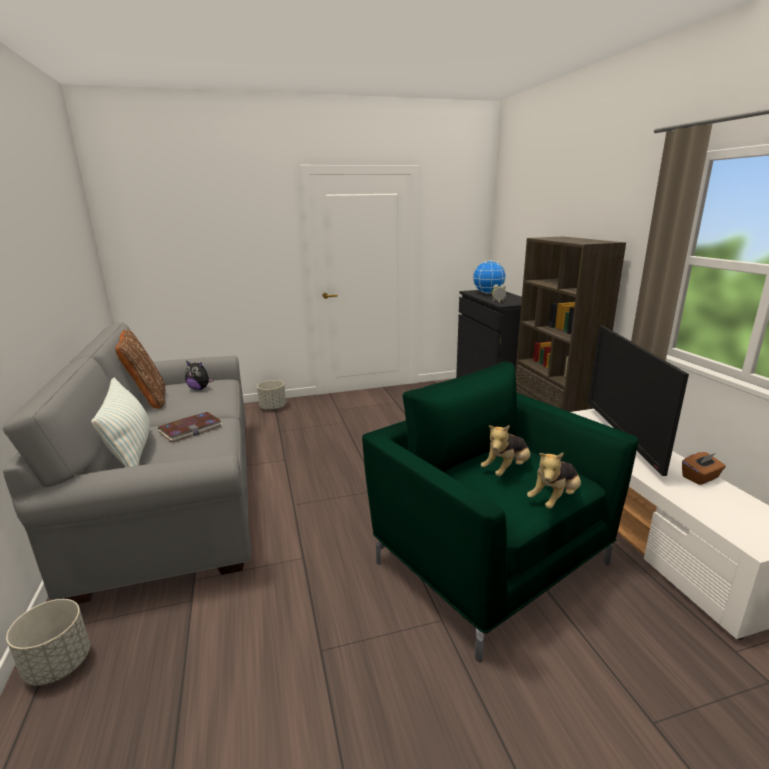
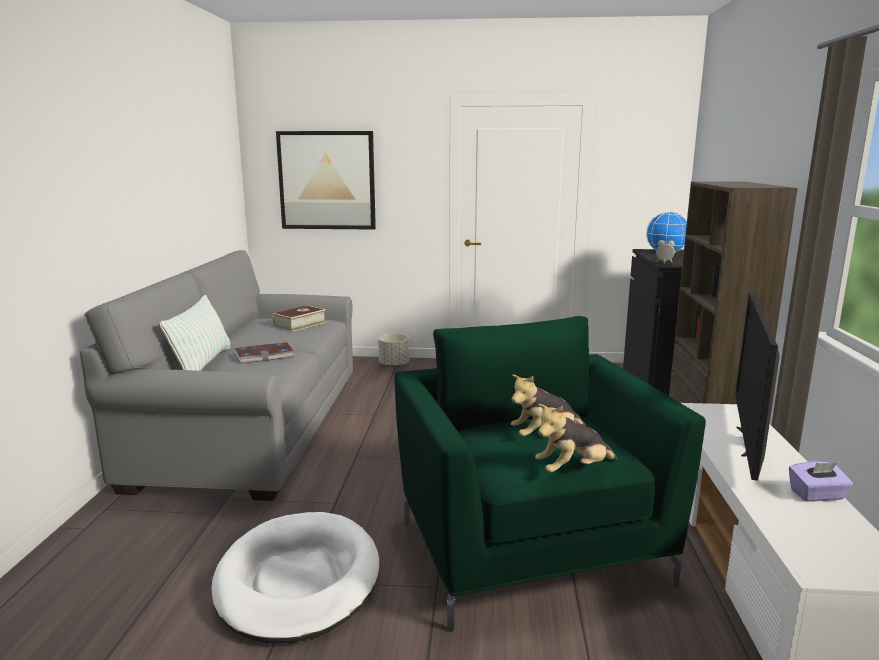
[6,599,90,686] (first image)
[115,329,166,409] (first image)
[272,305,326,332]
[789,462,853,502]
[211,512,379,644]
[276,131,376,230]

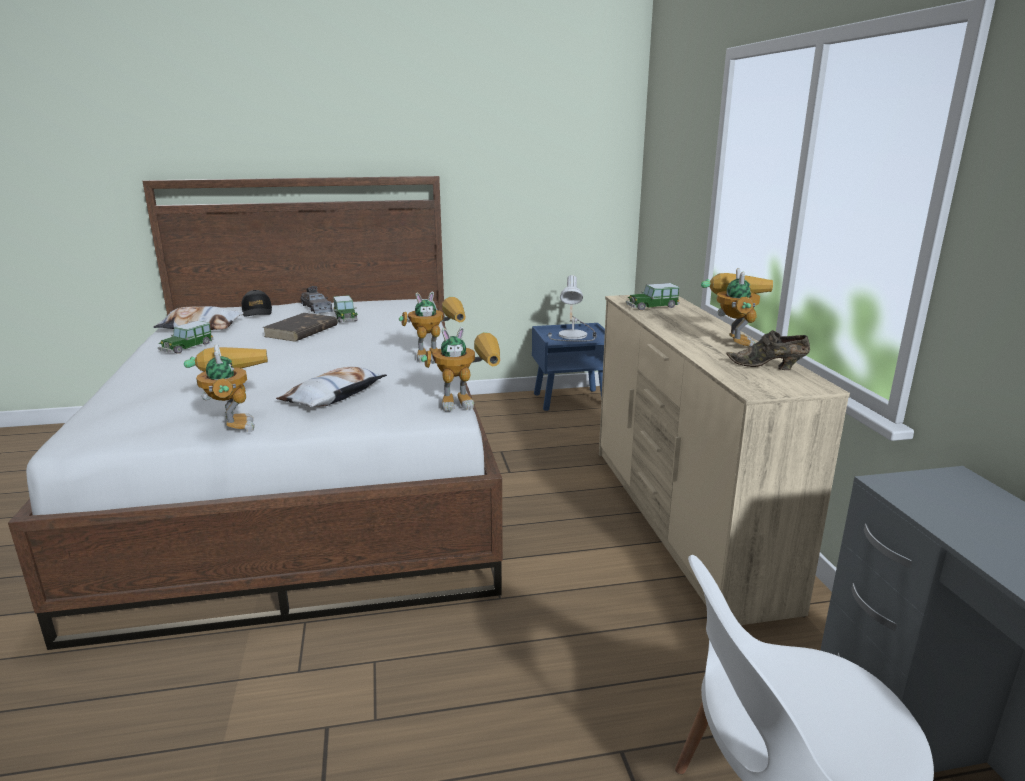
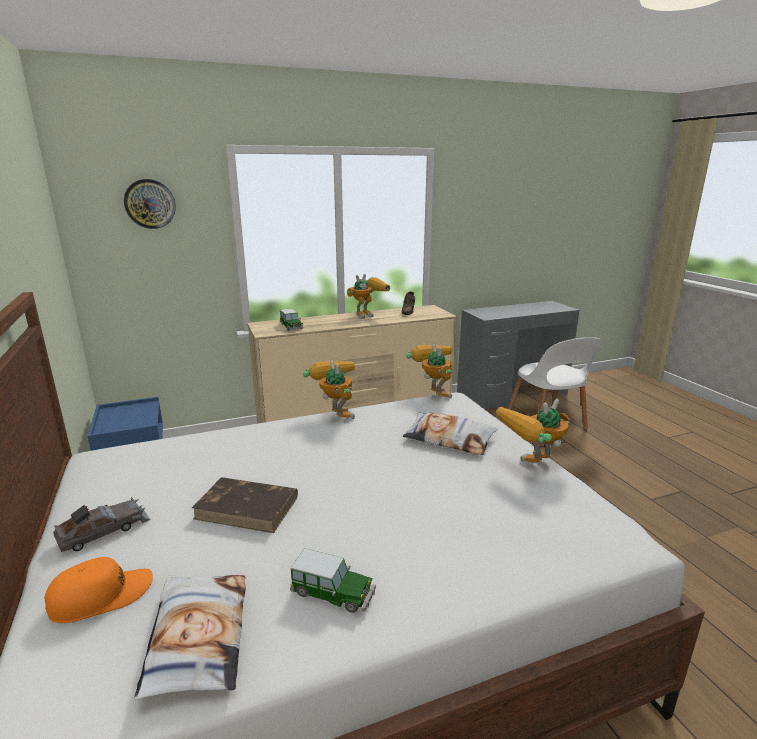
[45,557,153,623]
[333,295,358,323] (first image)
[548,275,597,342] (first image)
[347,274,390,319]
[124,179,176,229]

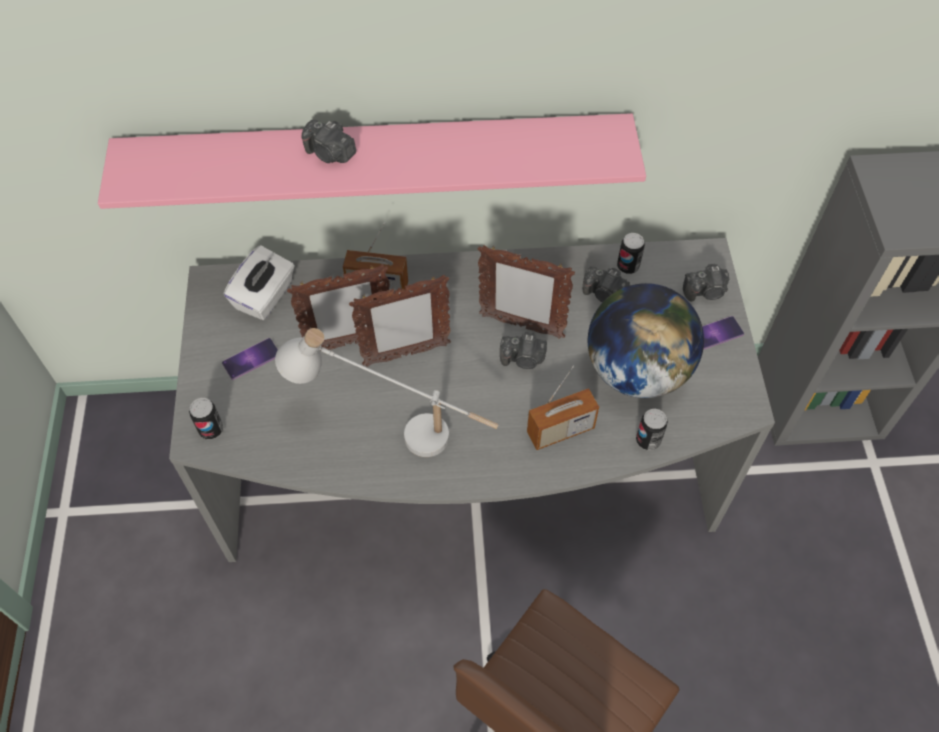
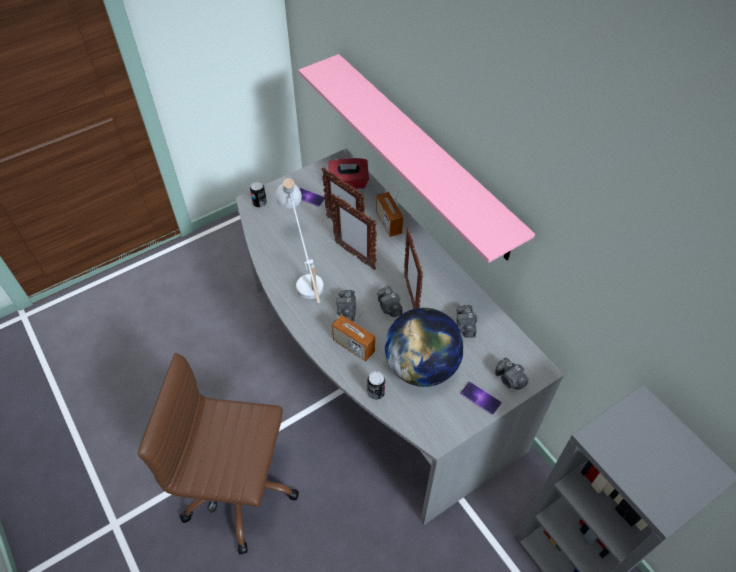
[328,158,369,189]
[336,290,356,322]
[617,233,645,274] (first image)

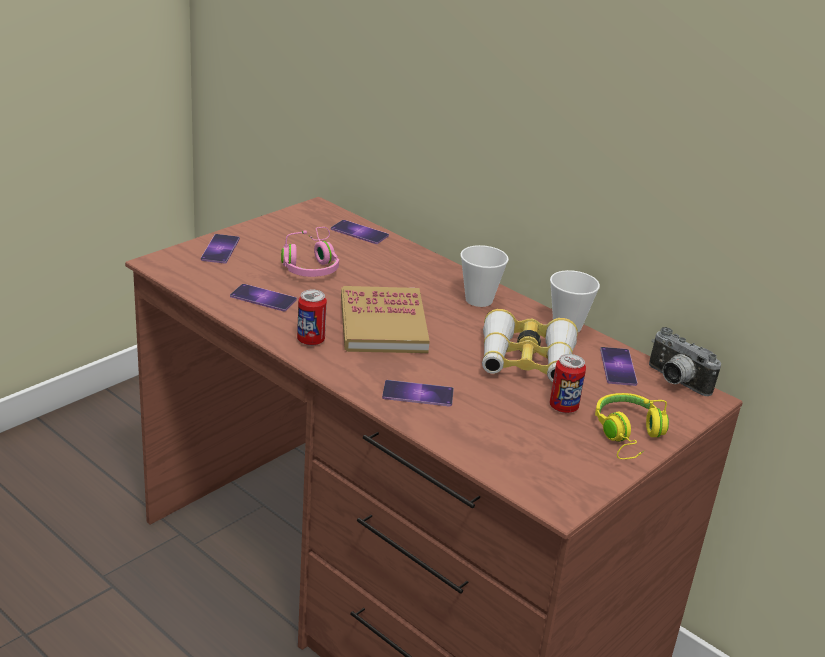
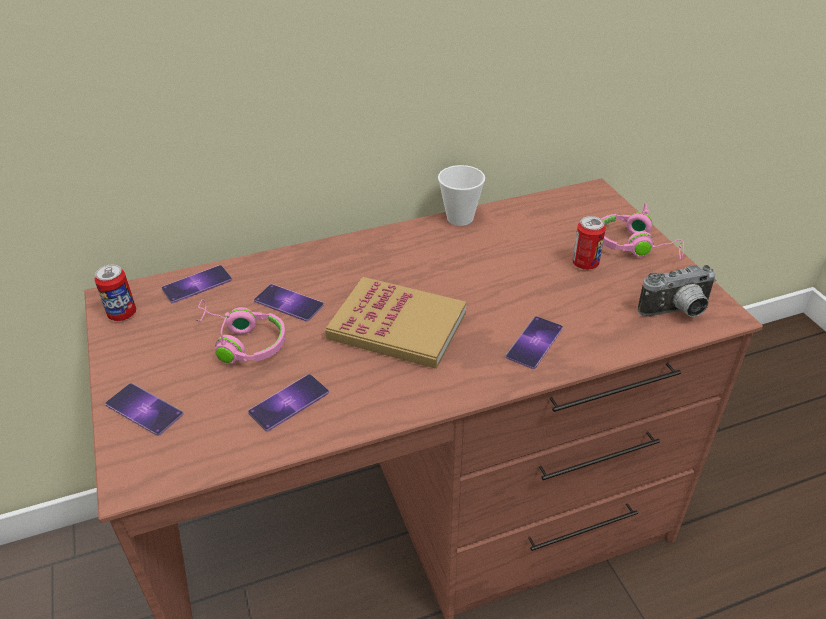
[94,265,136,321]
[460,245,509,307] (first image)
[482,309,578,382] (first image)
[601,203,684,260]
[254,284,324,322]
[638,265,716,317]

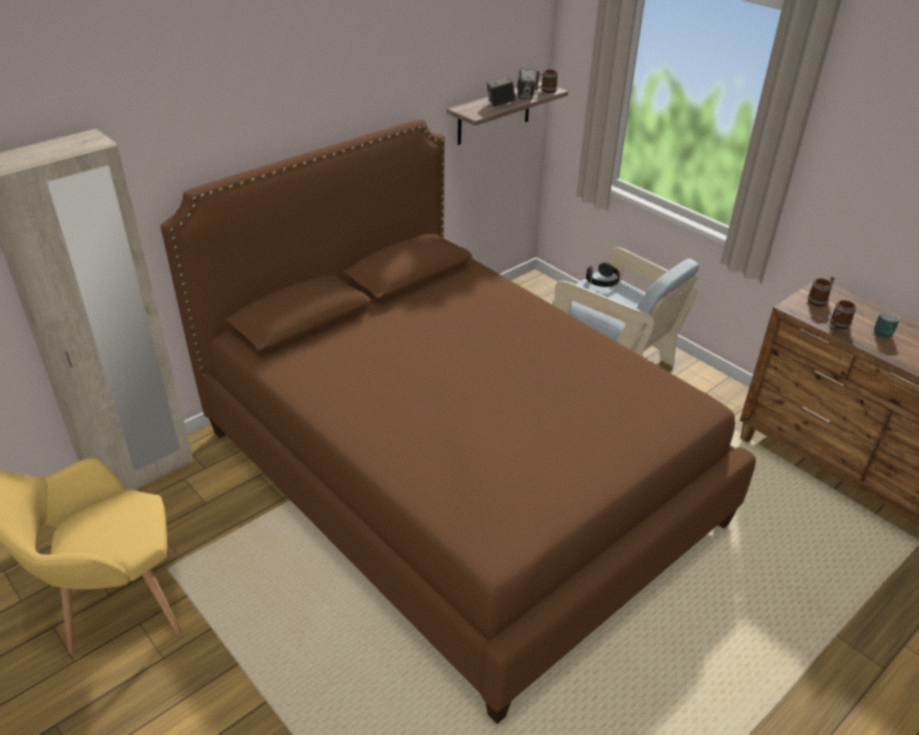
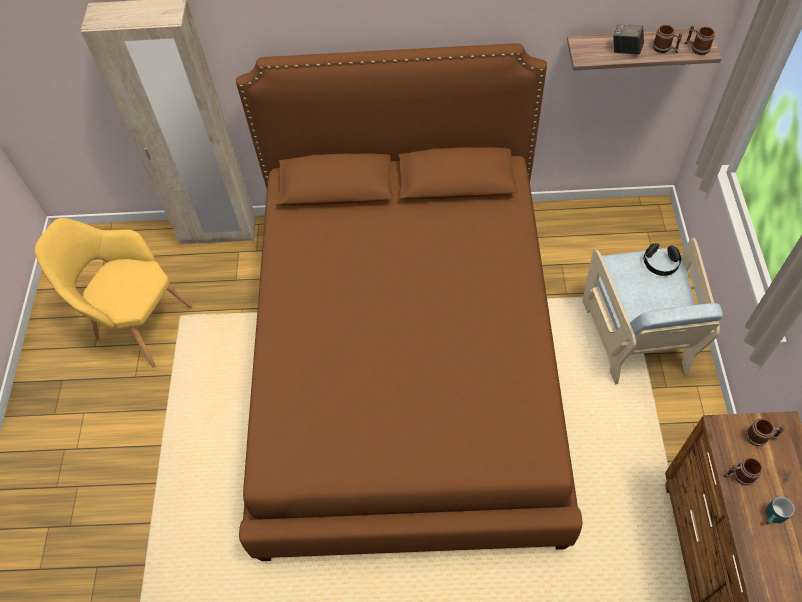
[653,25,682,53]

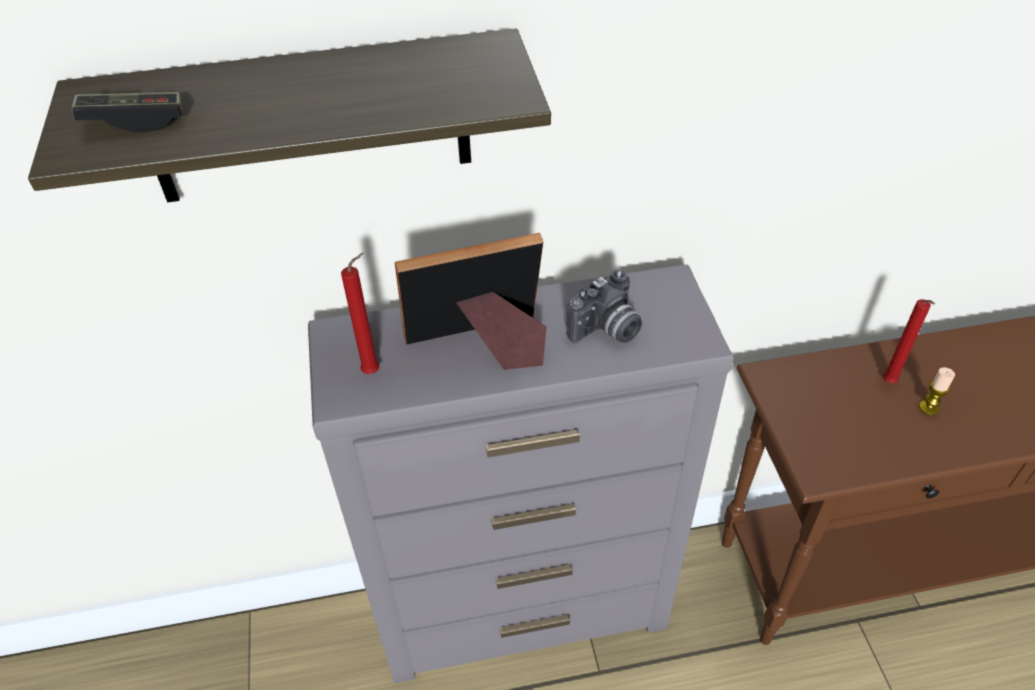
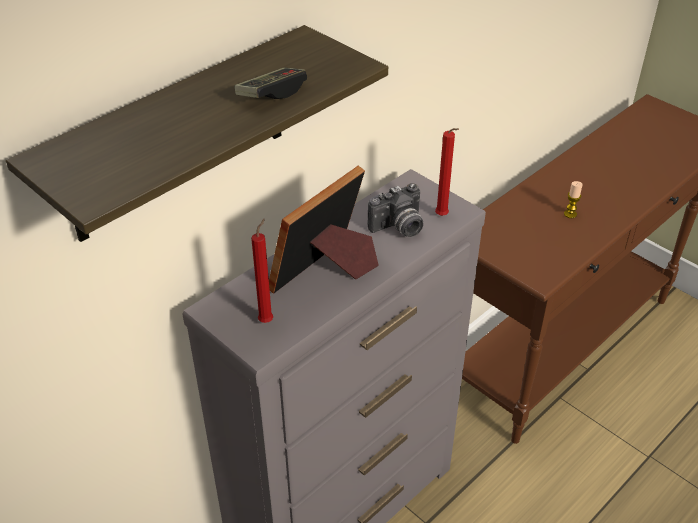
[234,68,307,99]
[368,183,423,237]
[435,128,459,216]

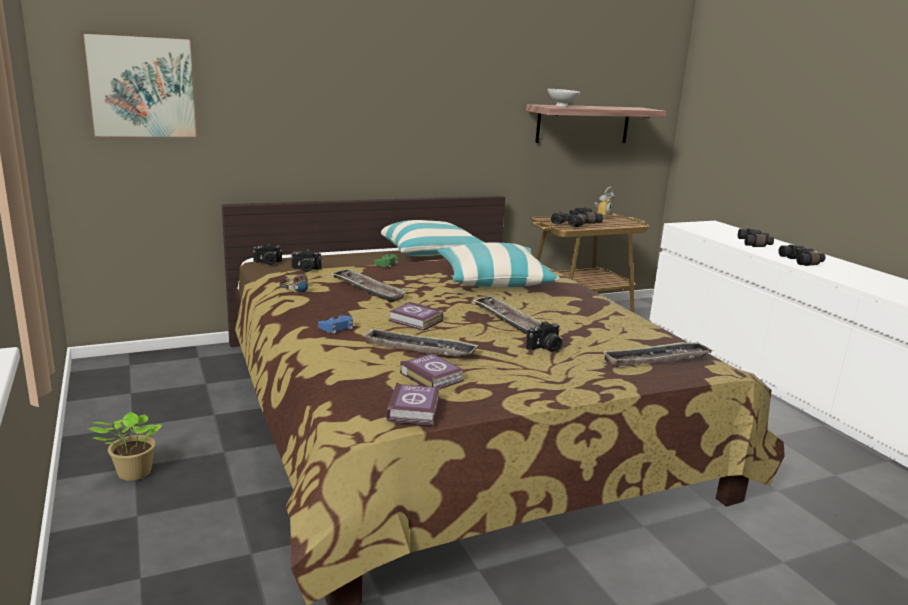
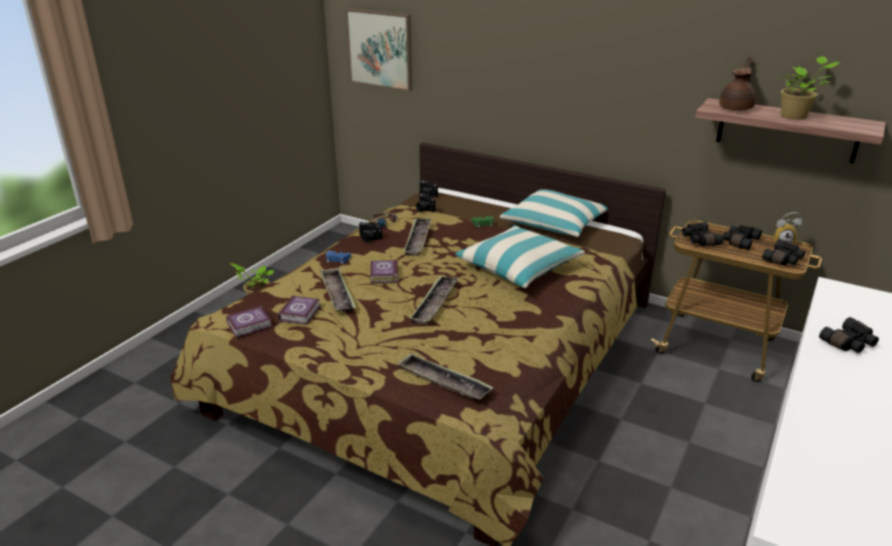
[358,221,382,242]
[719,57,756,111]
[762,239,805,265]
[781,56,840,120]

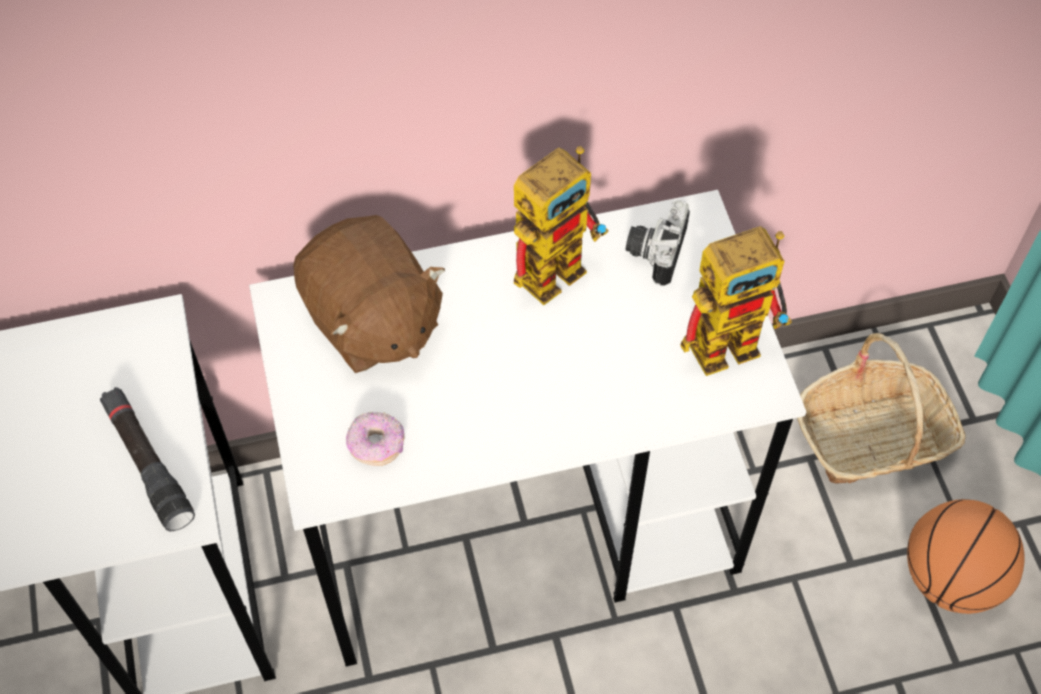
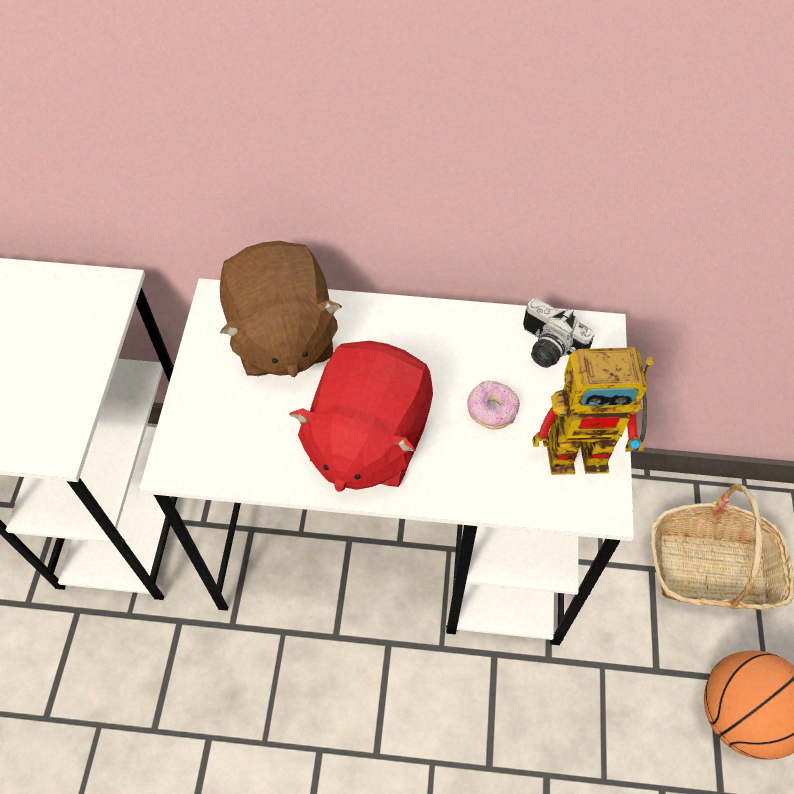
[100,387,195,531] (first image)
[467,380,520,429]
[514,146,609,305] (first image)
[523,298,595,368]
[290,341,433,492]

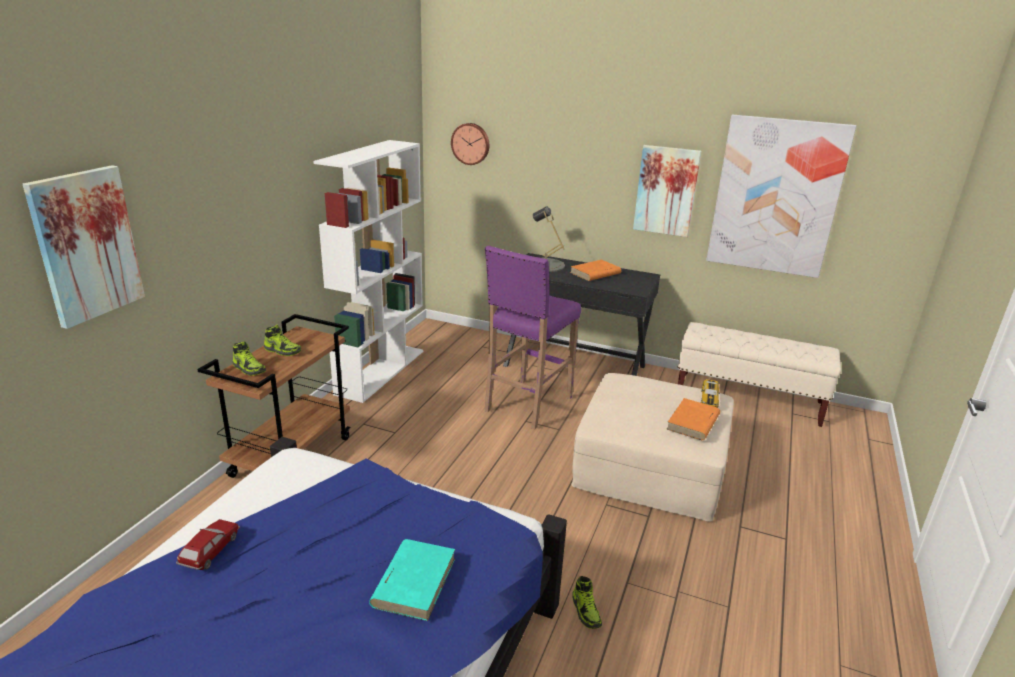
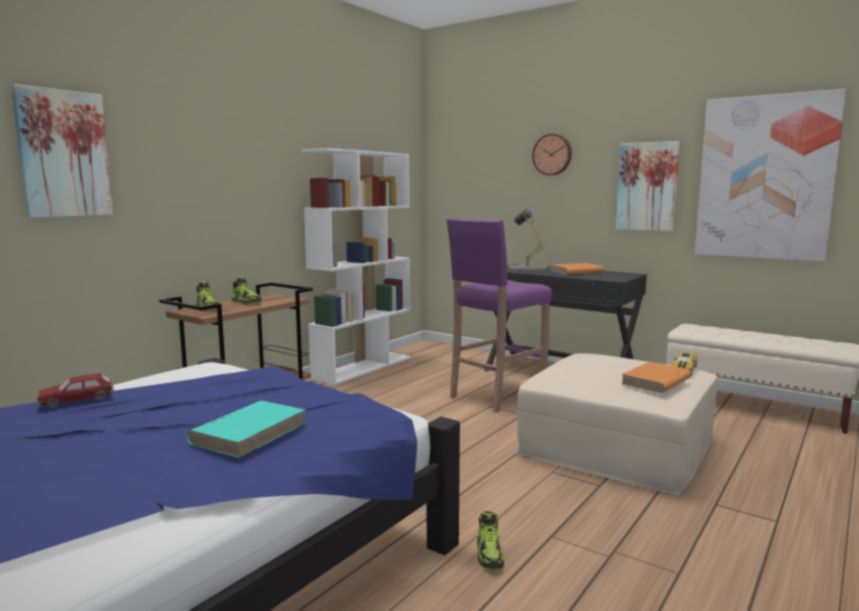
[36,373,114,408]
[532,133,572,176]

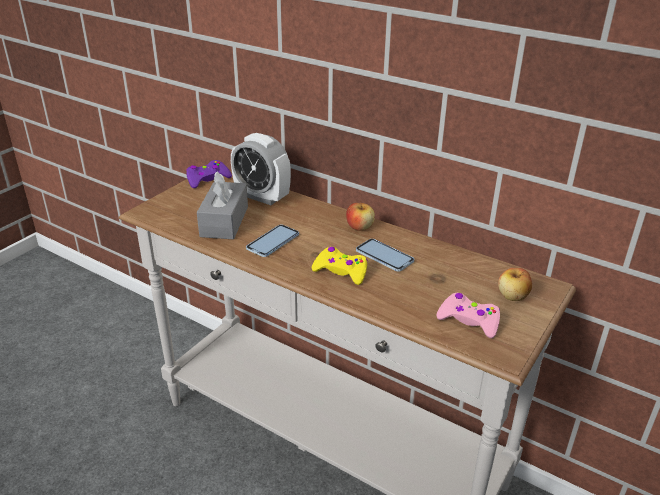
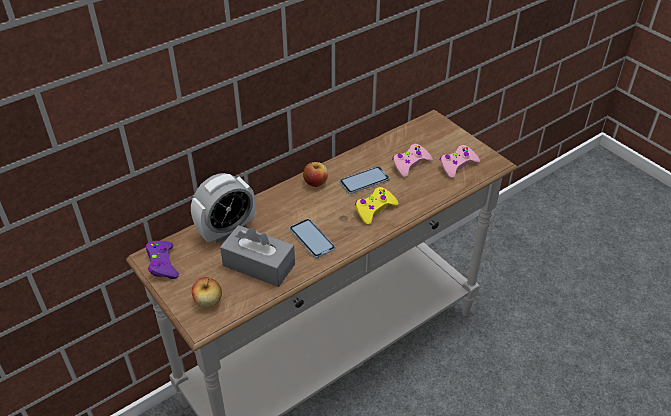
[192,277,222,308]
[392,144,433,178]

